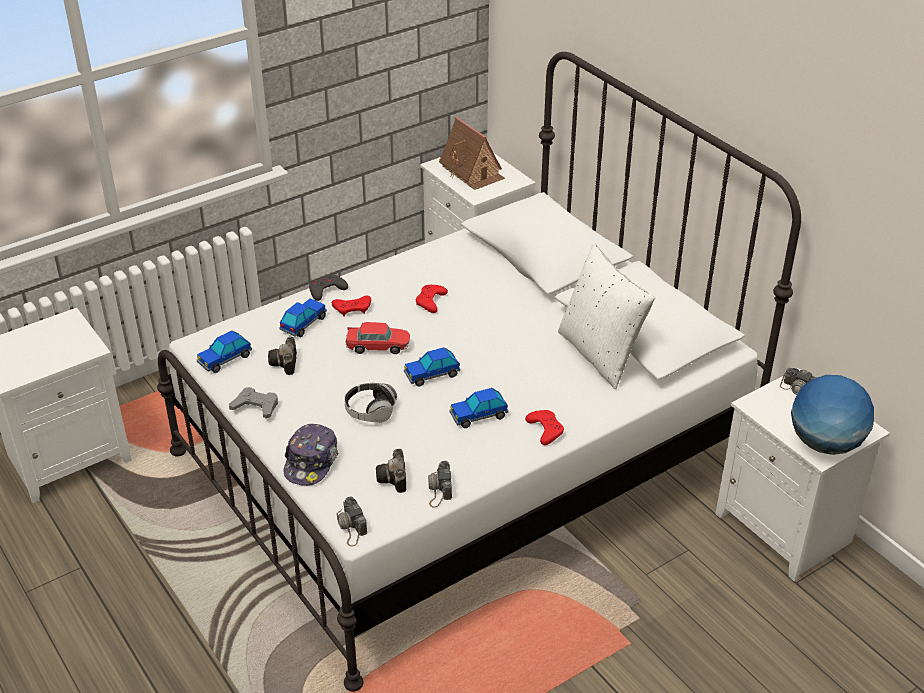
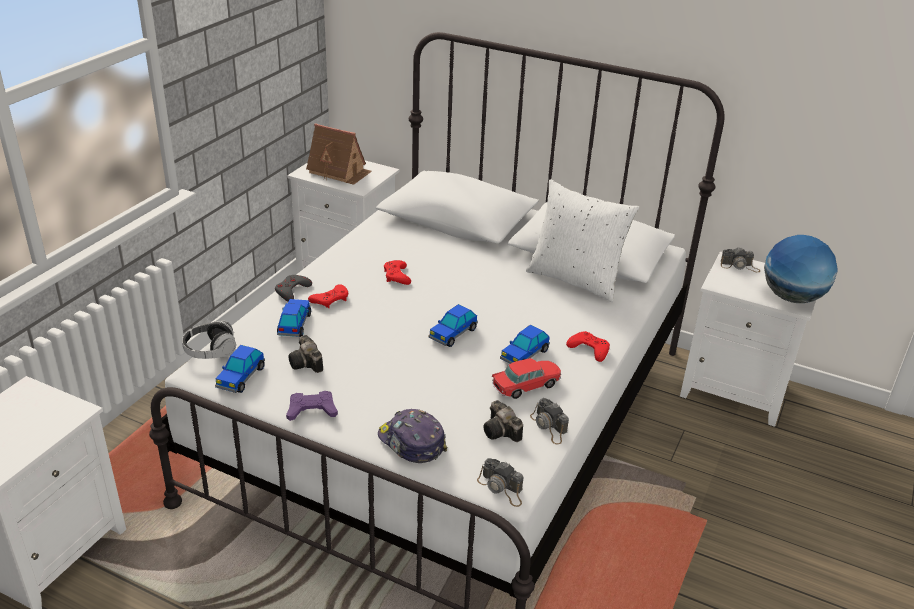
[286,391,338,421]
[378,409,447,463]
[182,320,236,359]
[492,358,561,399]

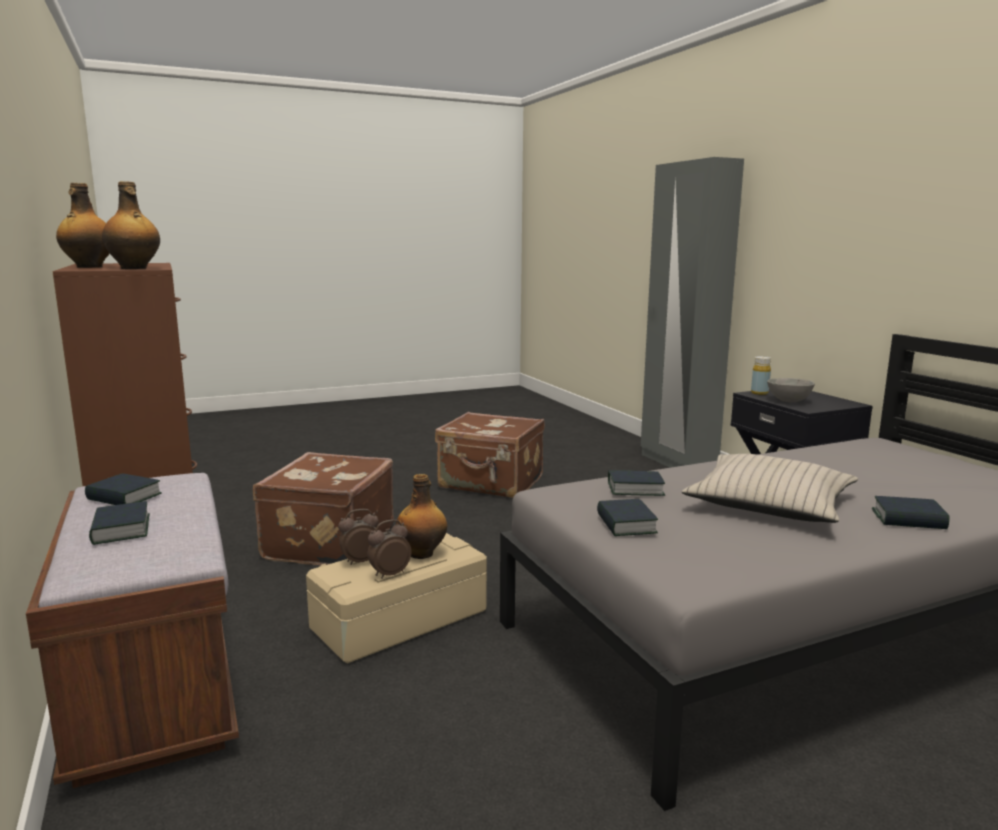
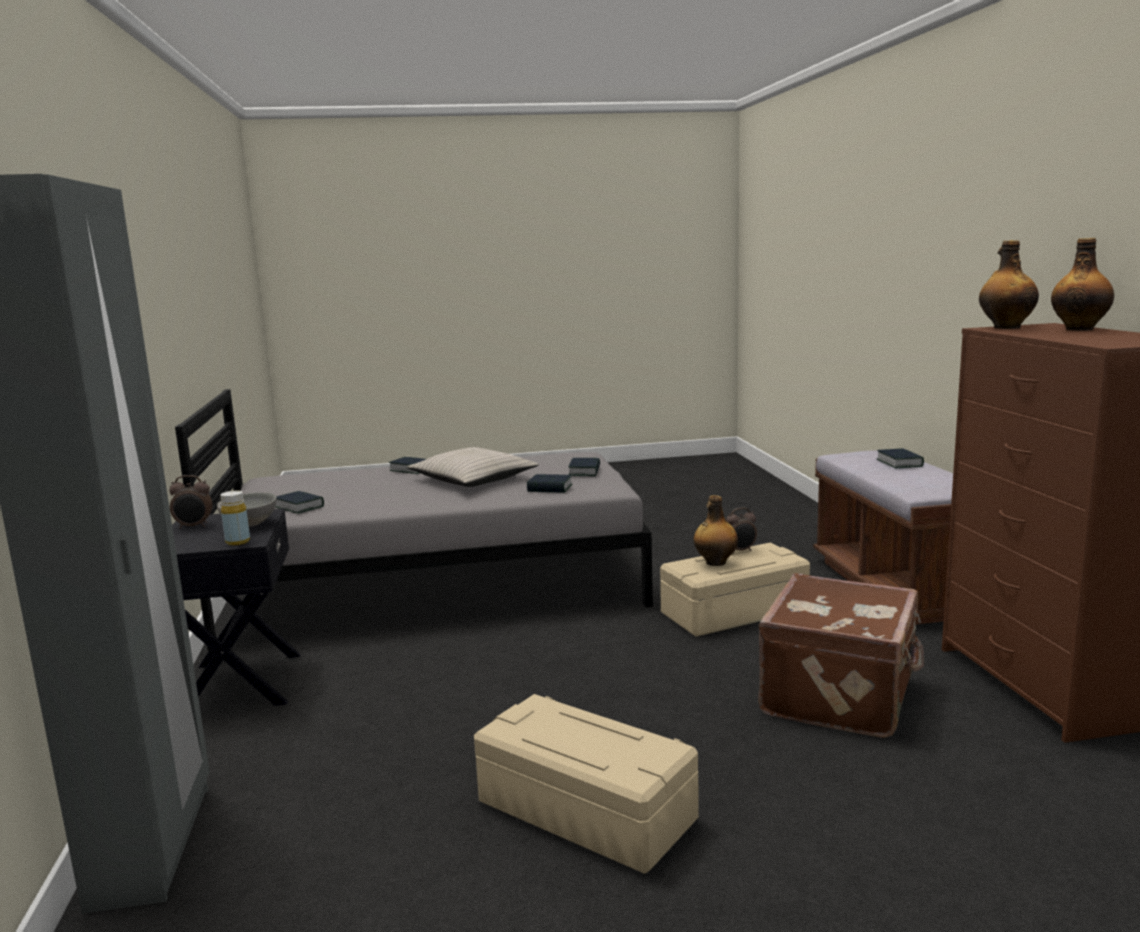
[275,491,324,514]
[169,475,213,529]
[474,694,699,874]

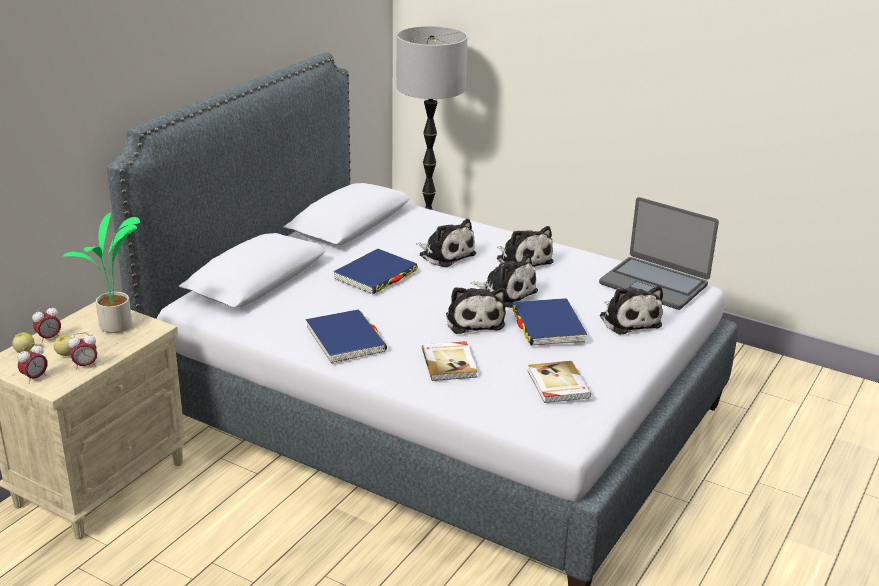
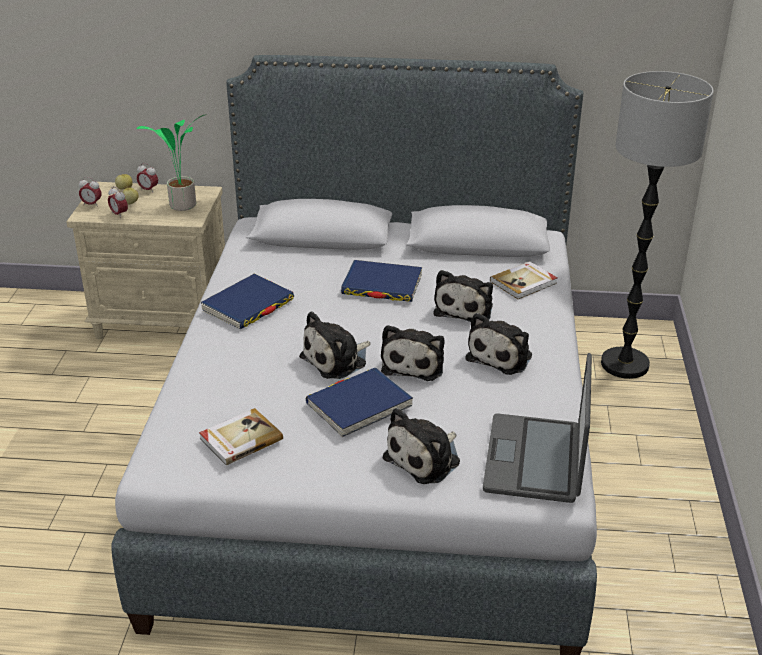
[490,261,557,299]

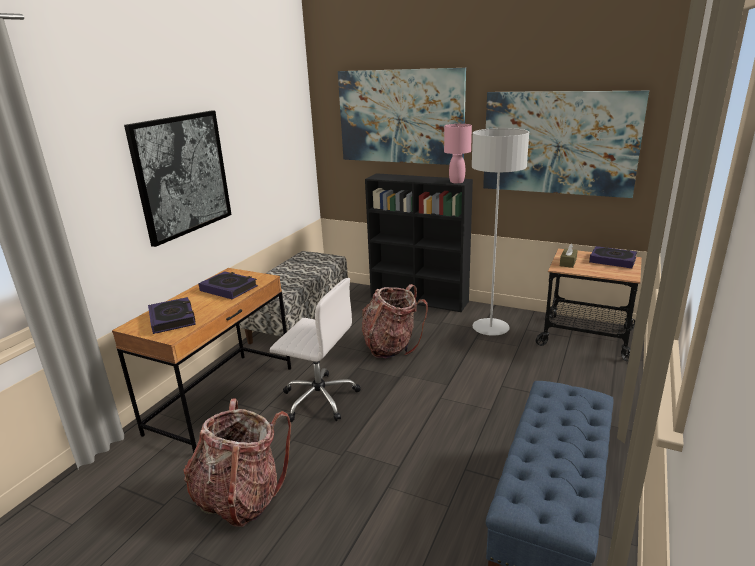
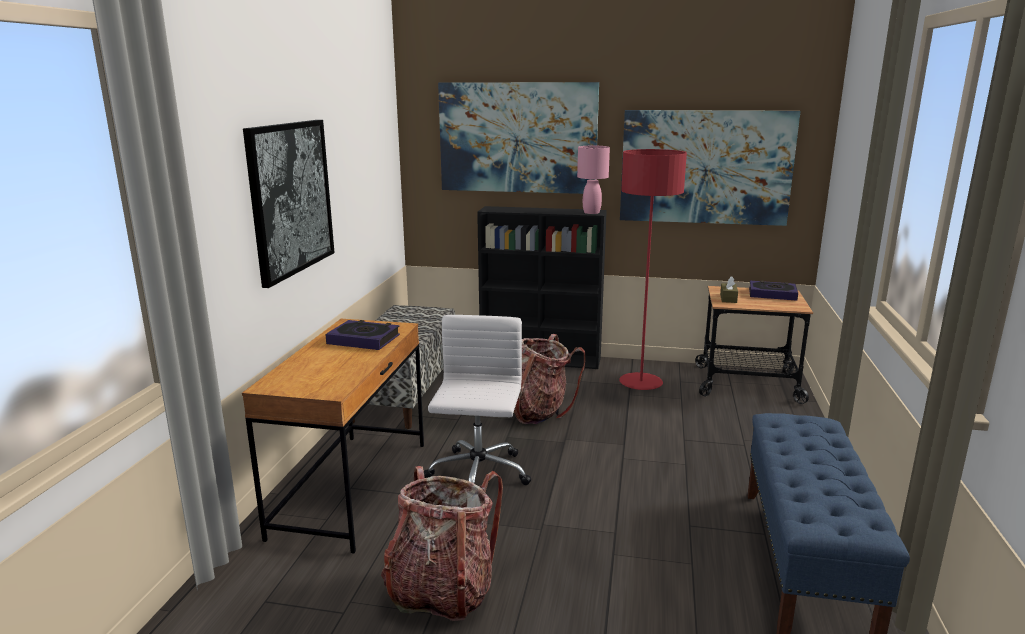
[148,297,196,334] (first image)
[424,315,531,485]
[619,149,687,390]

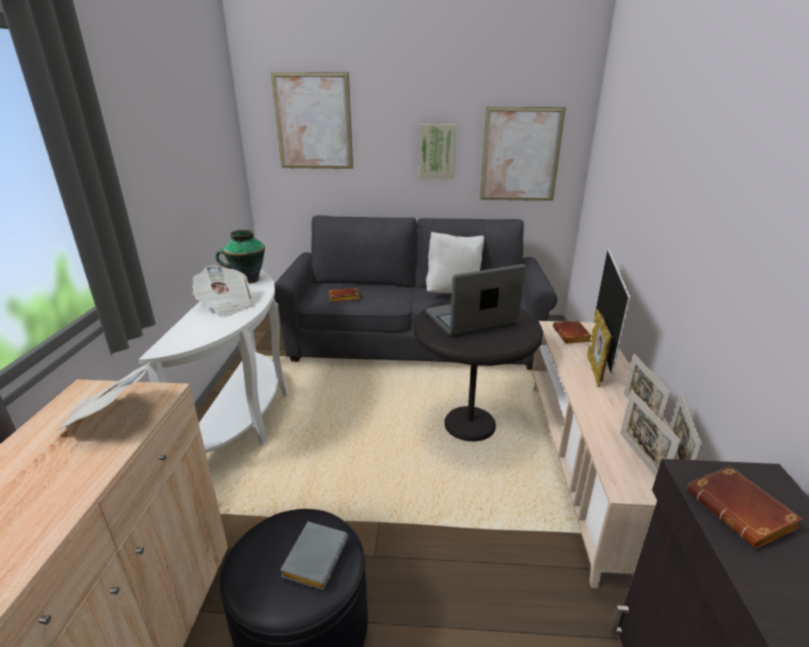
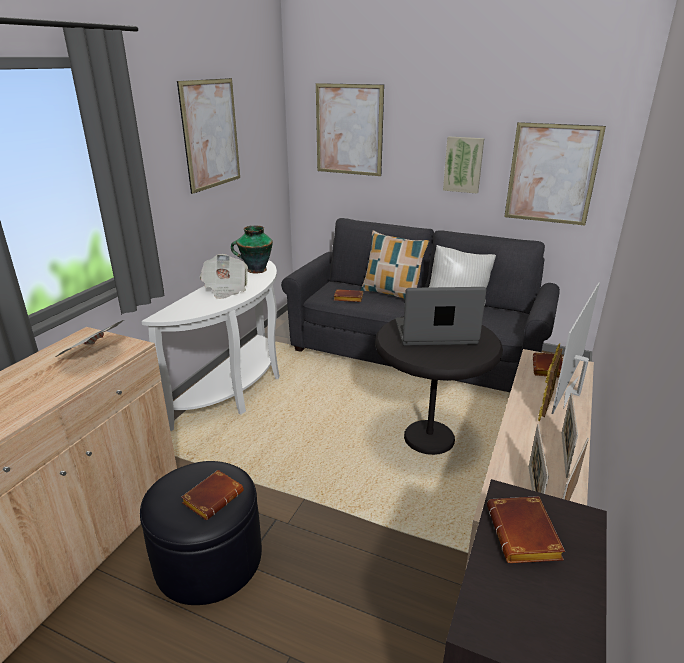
[181,470,244,520]
[177,78,240,194]
[361,231,429,299]

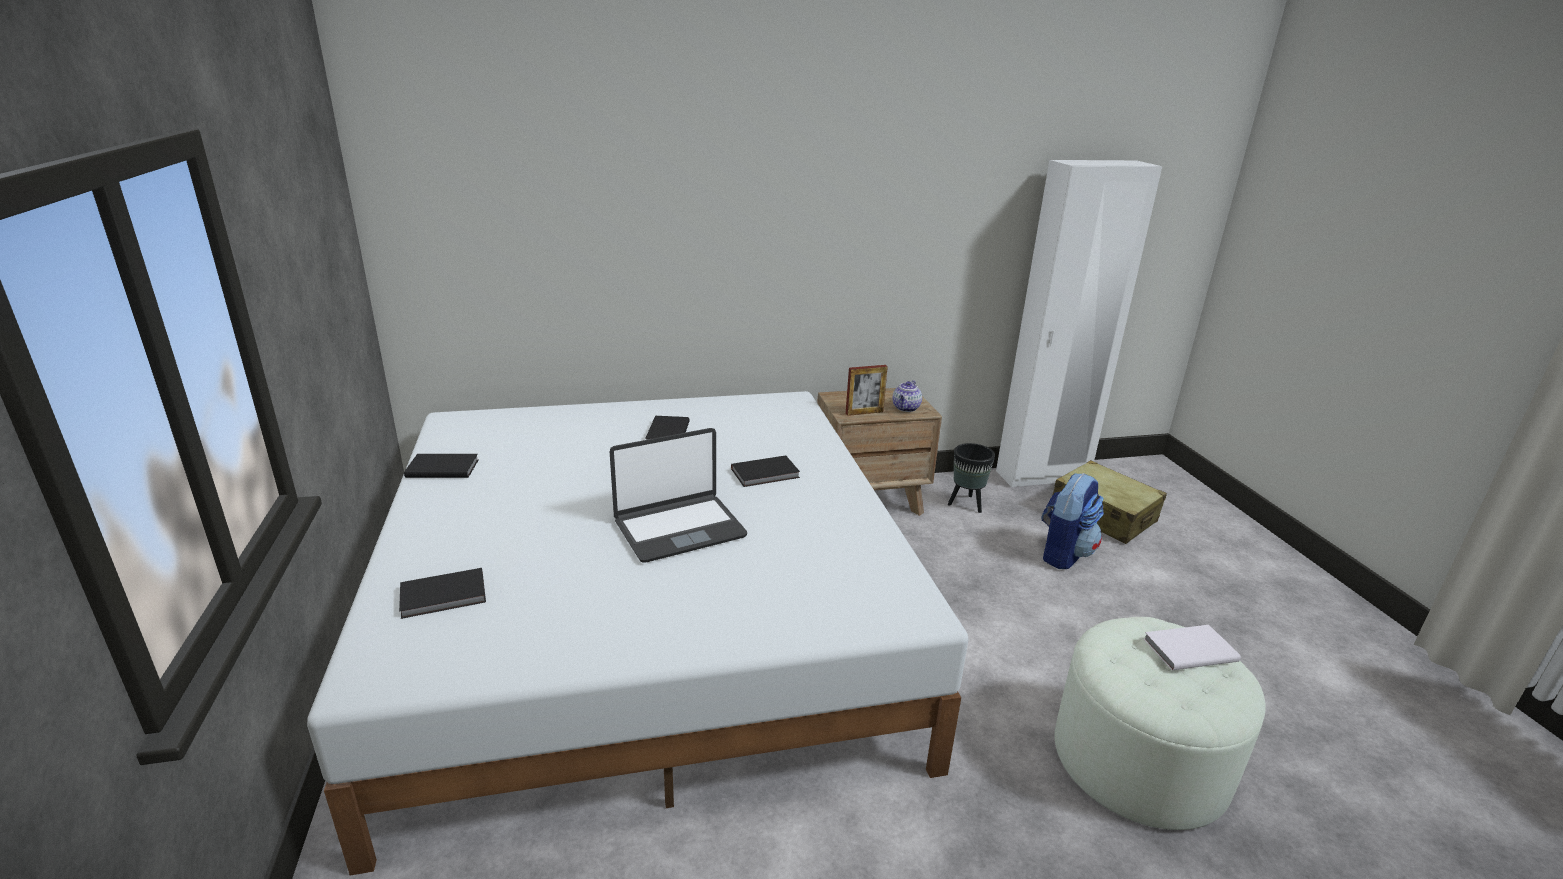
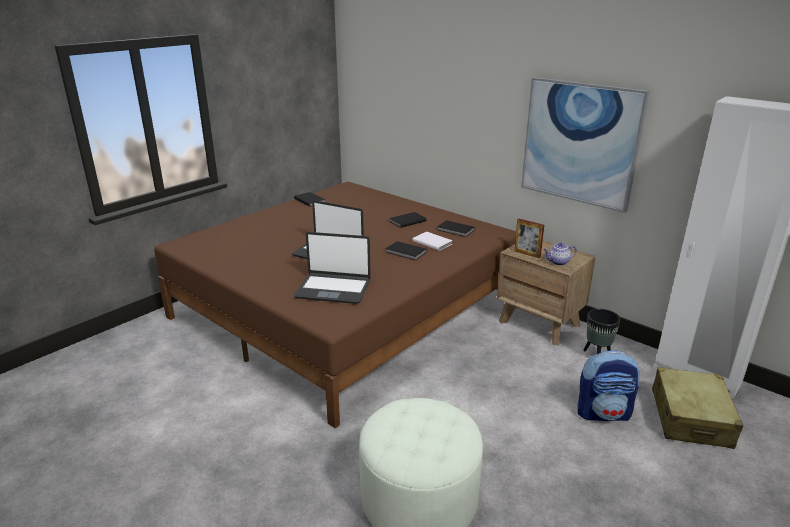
[154,182,516,428]
[437,220,475,237]
[413,232,453,251]
[294,232,371,304]
[521,77,649,213]

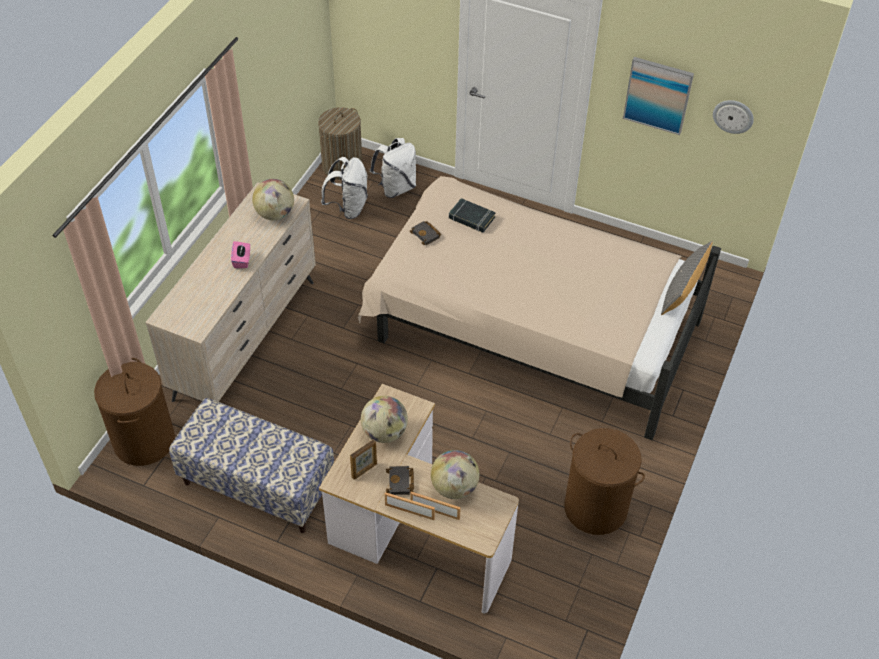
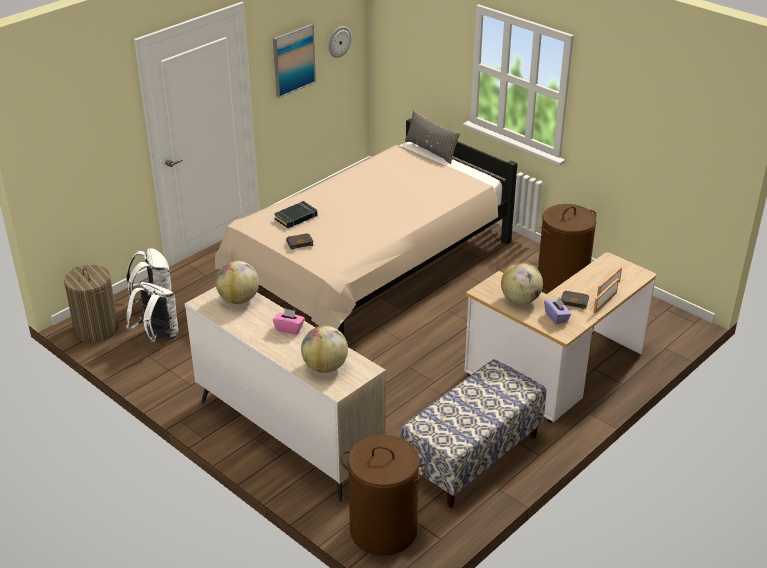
[544,297,571,324]
[301,326,348,373]

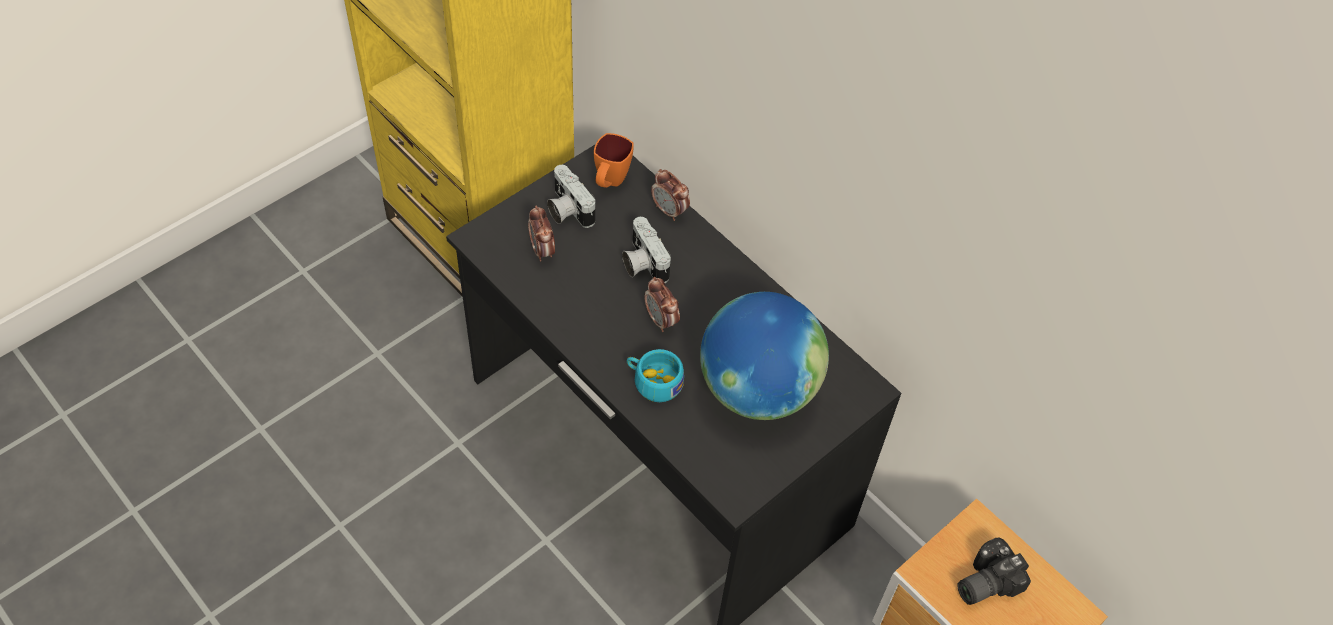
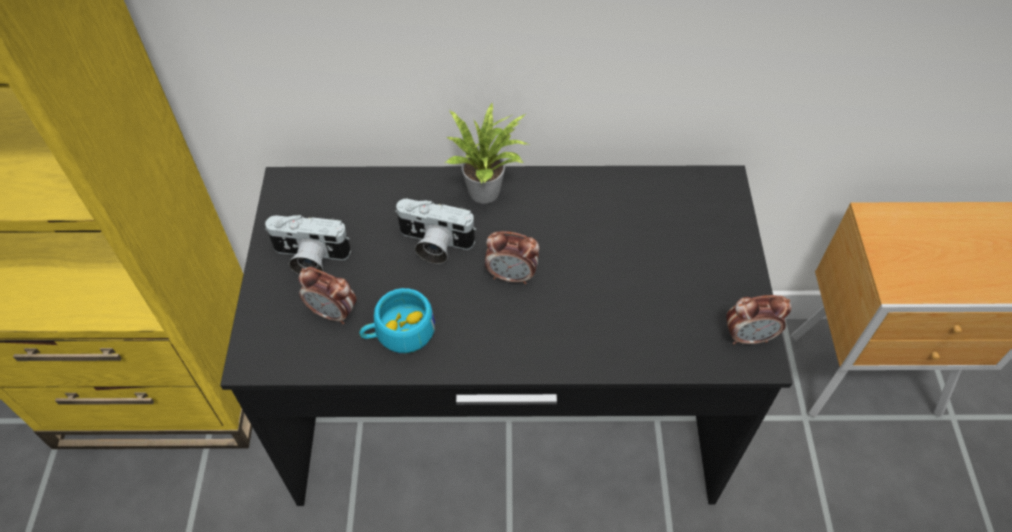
[594,133,634,187] (first image)
[359,288,435,353]
[726,295,791,344]
[700,292,829,420] (first image)
[957,538,1031,605] (first image)
[445,101,528,204]

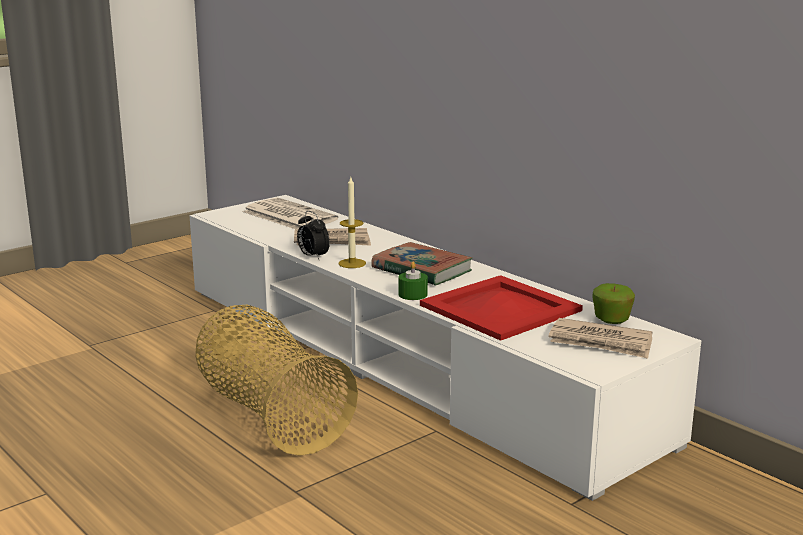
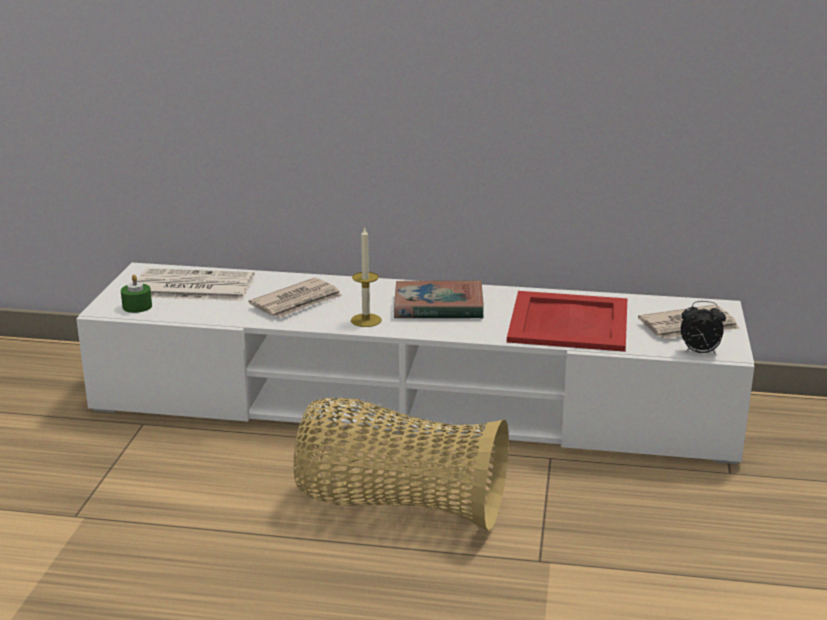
[681,301,726,355]
[121,274,152,313]
[592,283,635,324] (first image)

